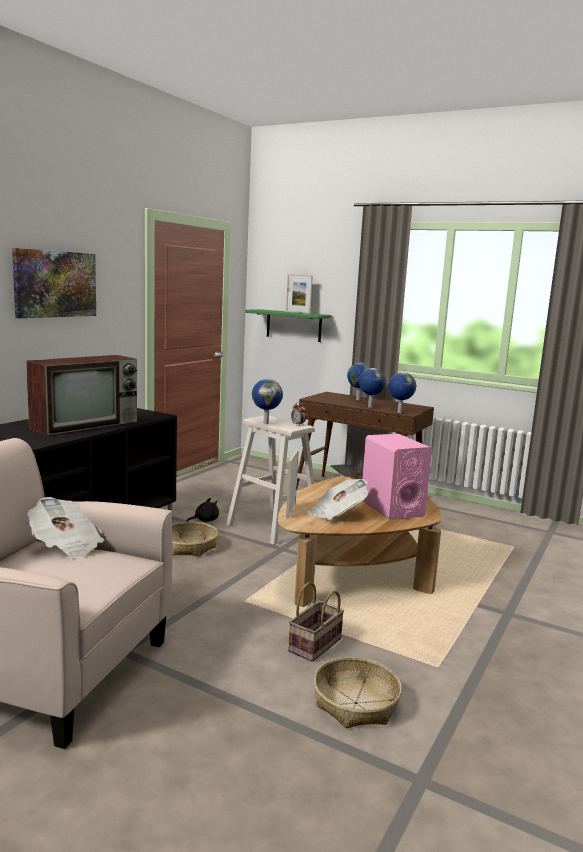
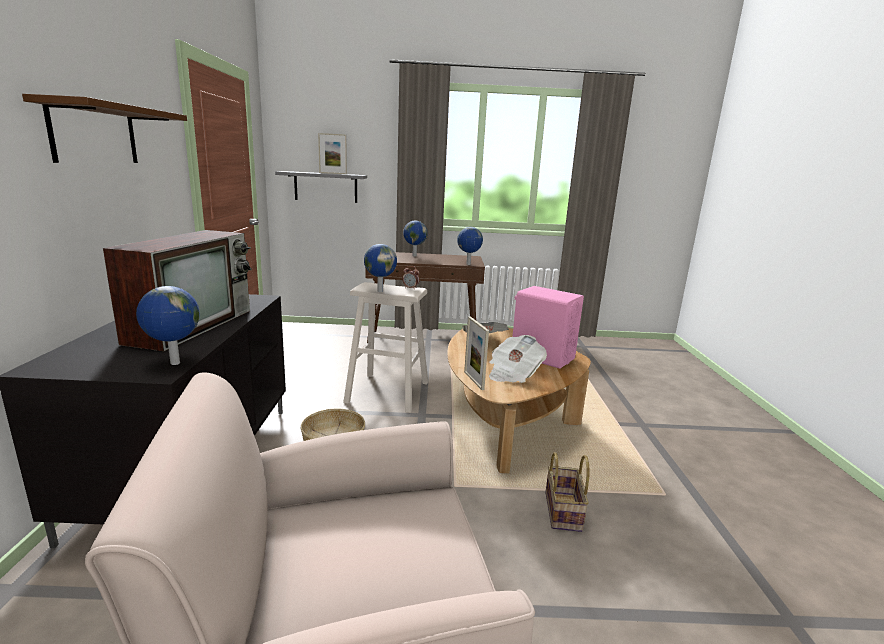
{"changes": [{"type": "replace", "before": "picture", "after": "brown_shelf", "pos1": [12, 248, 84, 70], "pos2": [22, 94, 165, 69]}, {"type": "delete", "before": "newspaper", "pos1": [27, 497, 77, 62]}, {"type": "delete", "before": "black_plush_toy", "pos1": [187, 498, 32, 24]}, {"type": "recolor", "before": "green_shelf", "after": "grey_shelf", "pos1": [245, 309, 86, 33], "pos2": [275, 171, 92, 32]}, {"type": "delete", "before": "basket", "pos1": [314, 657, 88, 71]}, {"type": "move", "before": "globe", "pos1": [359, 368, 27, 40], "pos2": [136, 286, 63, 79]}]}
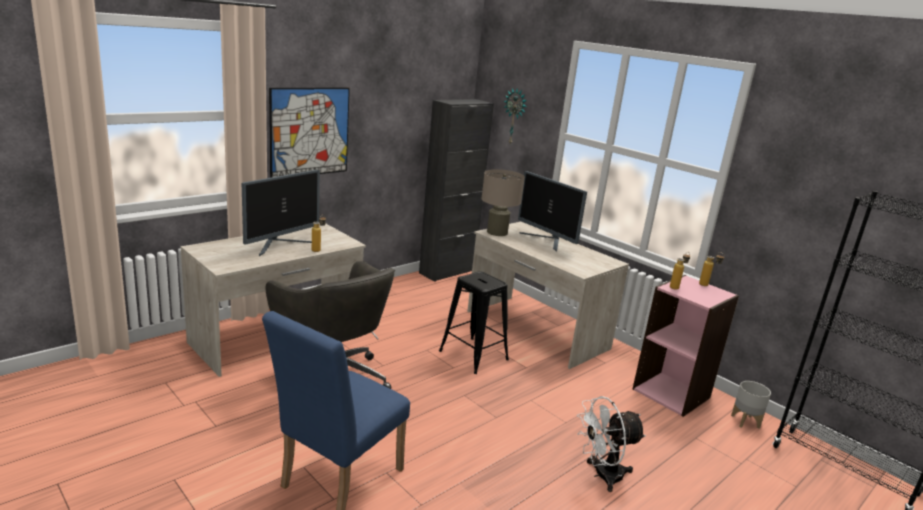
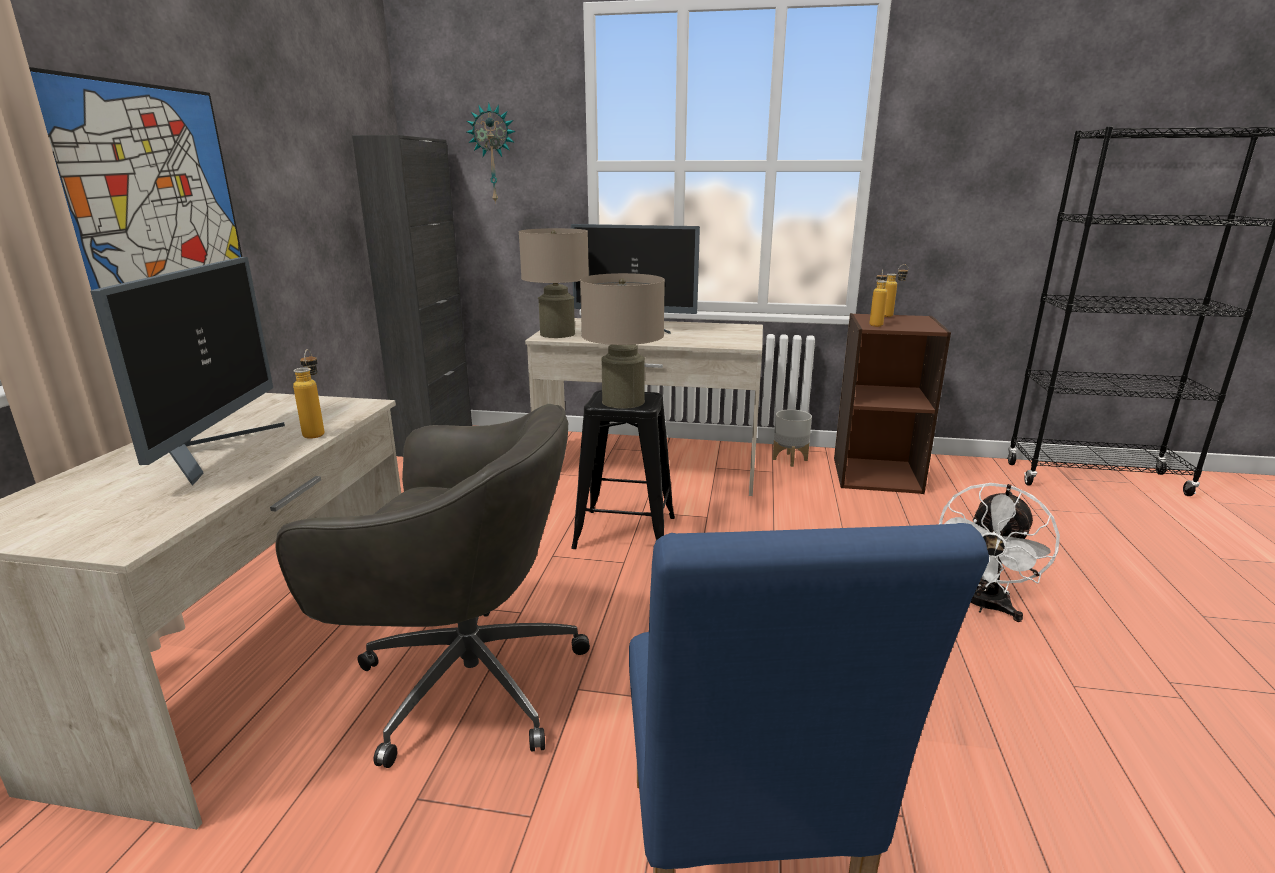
{"changes": [{"type": "recolor", "before": "pink_bookcase", "after": "brown_bookcase", "pos1": [633, 275, 106, 142], "pos2": [834, 313, 117, 181]}, {"type": "move", "before": "grey_planter", "pos1": [731, 381, 40, 48], "pos2": [772, 409, 40, 58]}, {"type": "insert", "after": "beige_table_lamp", "pos2": [580, 273, 85, 136]}]}
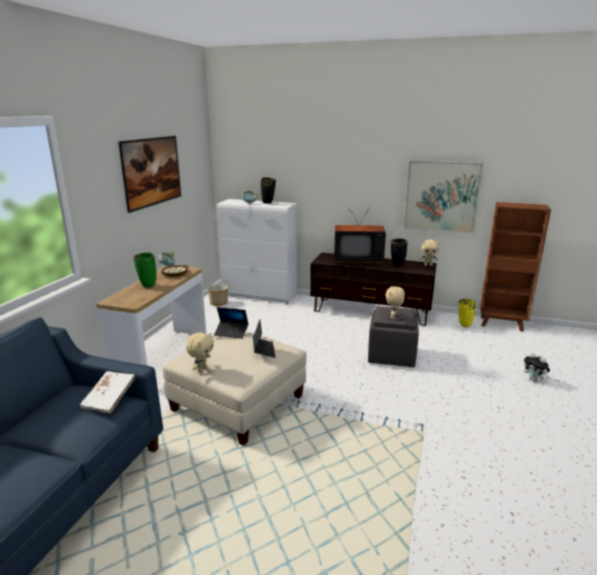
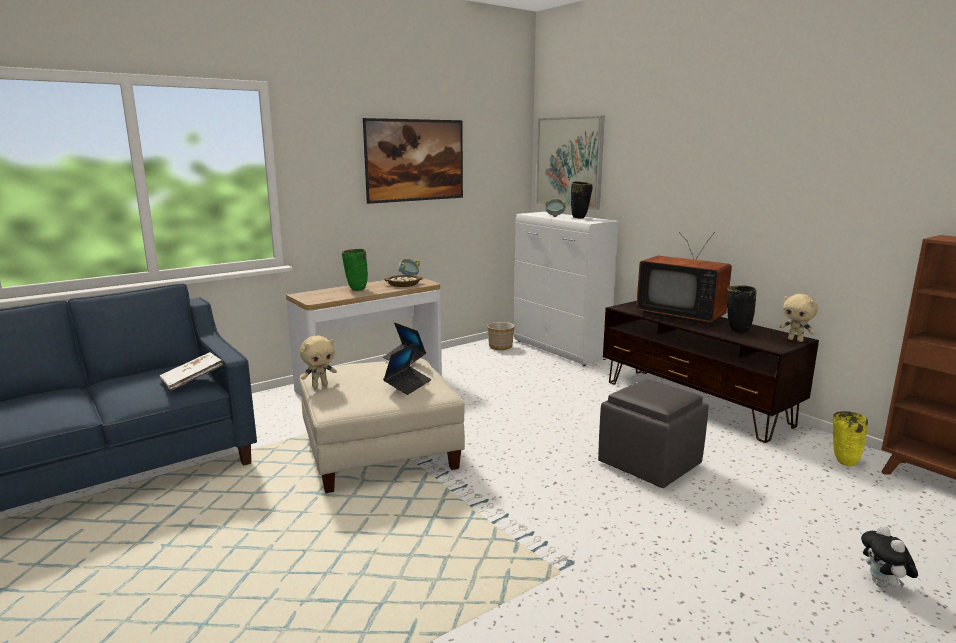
{"changes": [{"type": "delete", "before": "beige_plush_toy", "pos1": [385, 285, 20, 34]}, {"type": "move", "before": "picture", "pos1": [403, 160, 80, 74], "pos2": [536, 116, 69, 94]}]}
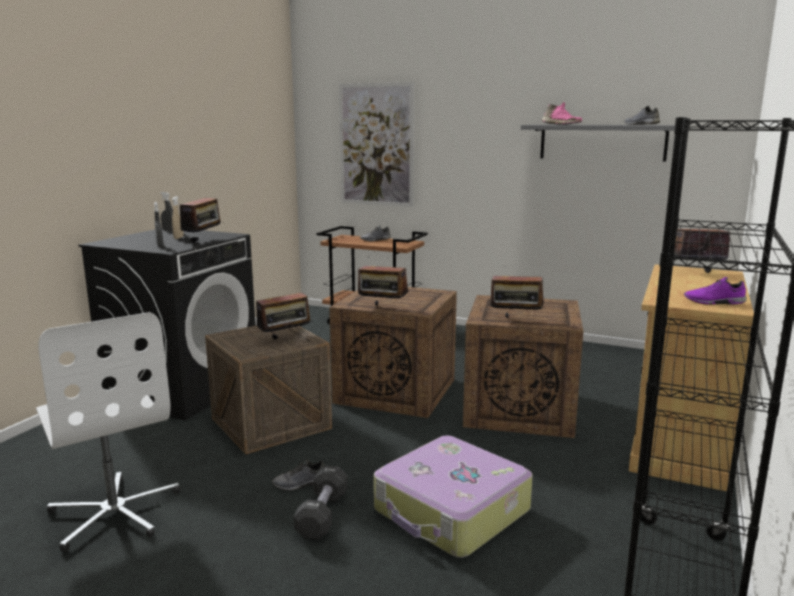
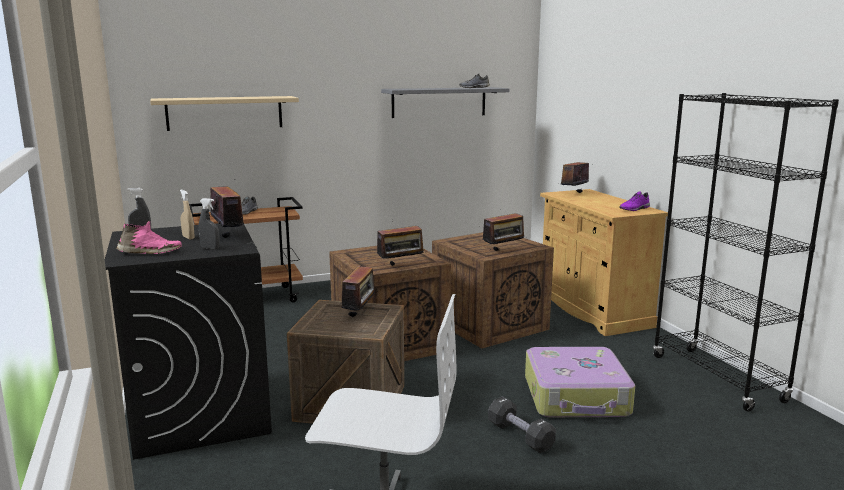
{"changes": [{"type": "delete", "before": "grey_shoe", "pos1": [272, 459, 53, 32]}, {"type": "replace", "before": "picture", "after": "beige_shelf", "pos1": [339, 82, 75, 125], "pos2": [150, 96, 149, 35]}, {"type": "move", "before": "pink_shoe", "pos1": [542, 102, 40, 23], "pos2": [116, 221, 66, 33]}]}
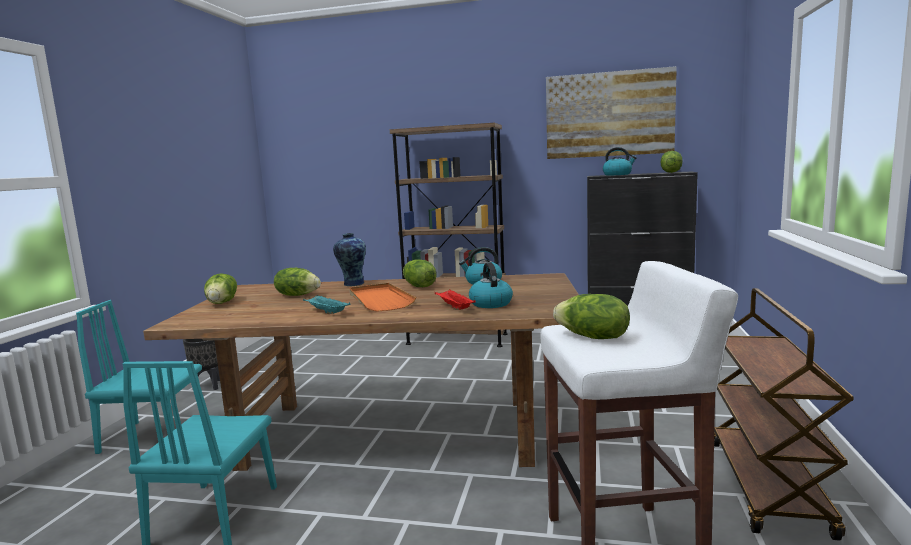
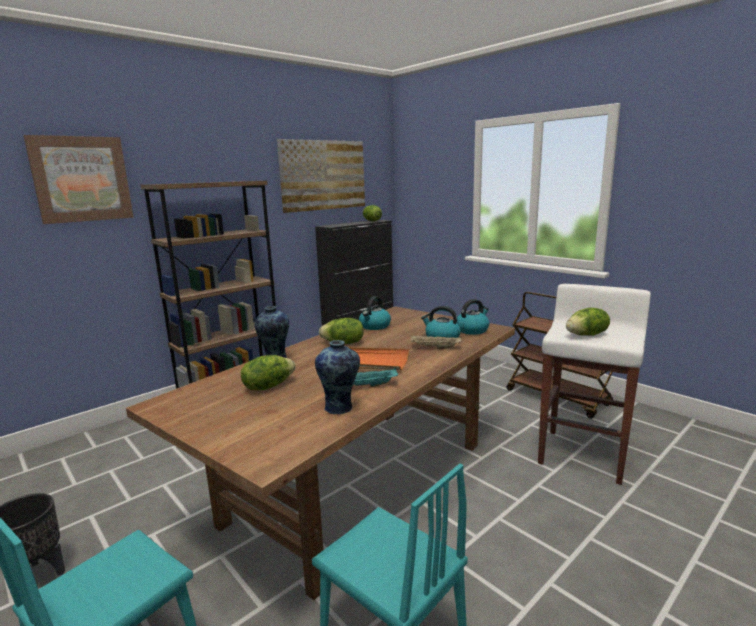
{"changes": [{"type": "delete", "before": "lettuce", "pos1": [204, 273, 33, 31]}, {"type": "recolor", "before": "red_tray", "after": "beige_tray", "pos1": [435, 289, 41, 21], "pos2": [411, 335, 51, 14]}, {"type": "move", "before": "kettle", "pos1": [603, 147, 34, 28], "pos2": [457, 299, 32, 36]}, {"type": "insert", "after": "picture", "pos2": [23, 135, 111, 89]}, {"type": "insert", "after": "vase", "pos2": [315, 340, 45, 74]}]}
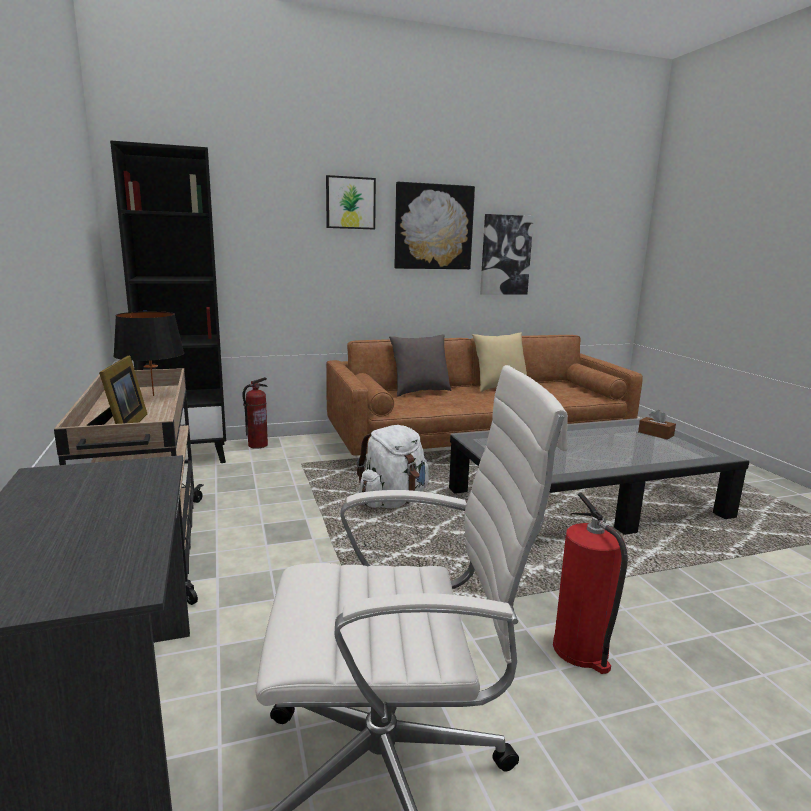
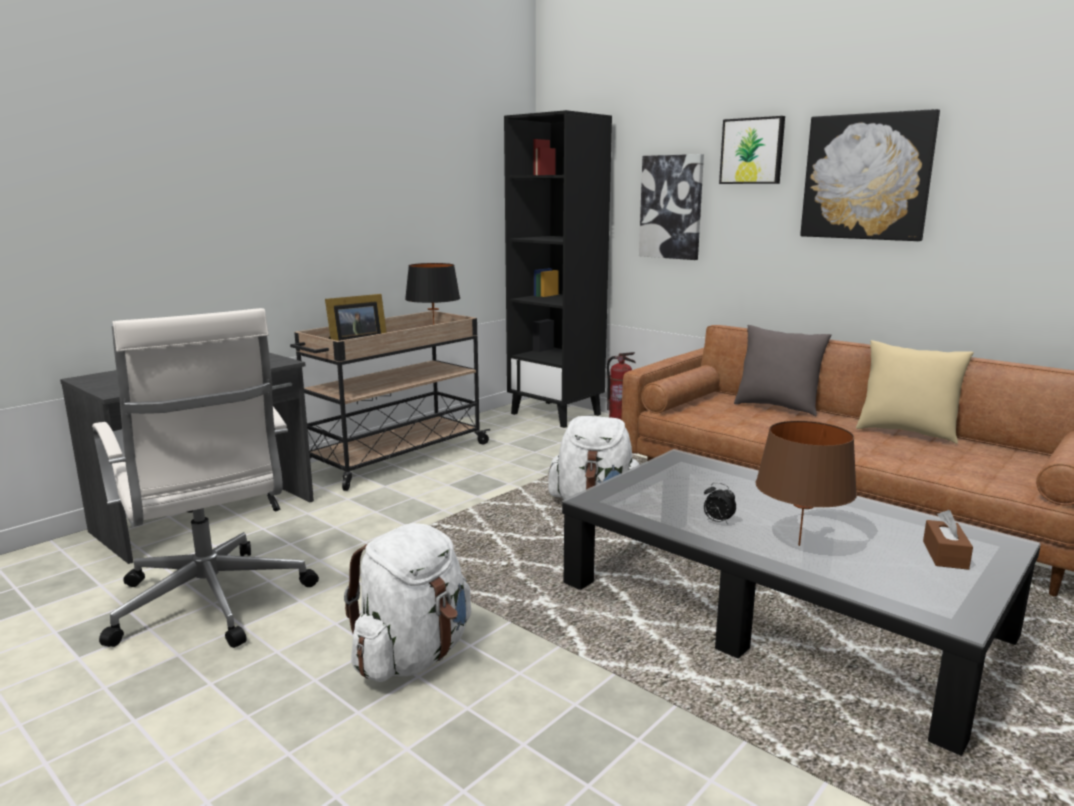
{"changes": [{"type": "move", "before": "picture", "pos1": [480, 214, 54, 81], "pos2": [639, 154, 65, 106]}, {"type": "replace", "before": "fire_extinguisher", "after": "white_backpack", "pos1": [553, 493, 75, 181], "pos2": [344, 523, 127, 159]}, {"type": "insert", "after": "alarm_clock", "pos2": [704, 483, 32, 41]}, {"type": "insert", "after": "brown_table_lamp", "pos2": [756, 421, 101, 125]}]}
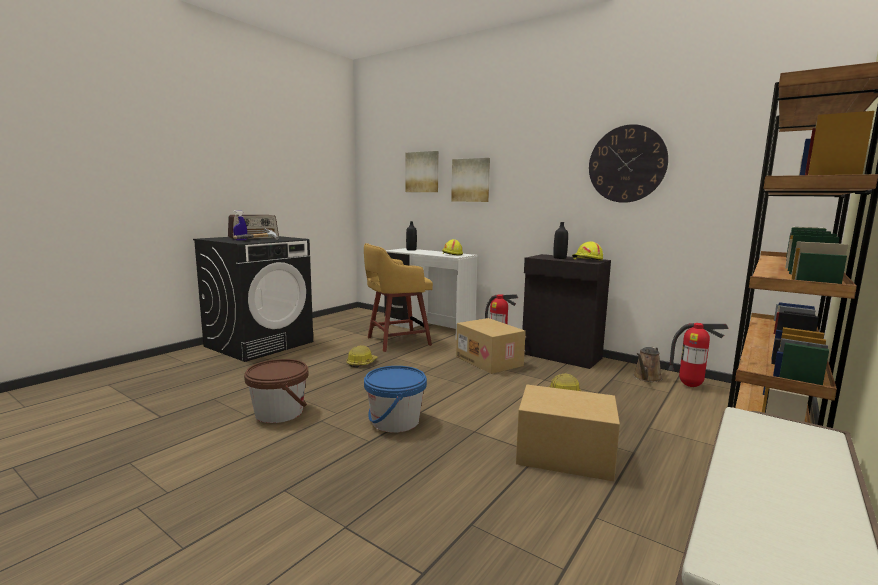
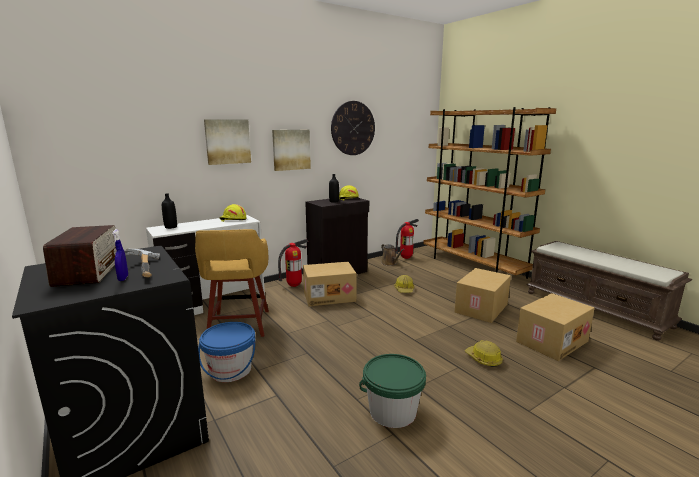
{"changes": [{"type": "recolor", "before": "brown_bucket", "after": "green_bucket", "pos1": [244, 359, 65, 64], "pos2": [359, 354, 67, 74]}, {"type": "move", "before": "hard_hat", "pos1": [347, 345, 31, 23], "pos2": [465, 340, 38, 27]}, {"type": "move", "before": "blue_bucket", "pos1": [364, 366, 63, 67], "pos2": [198, 322, 57, 60]}, {"type": "move", "before": "picture", "pos1": [405, 151, 34, 41], "pos2": [272, 130, 39, 41]}, {"type": "insert", "after": "cardboard_box", "pos2": [516, 293, 79, 68]}]}
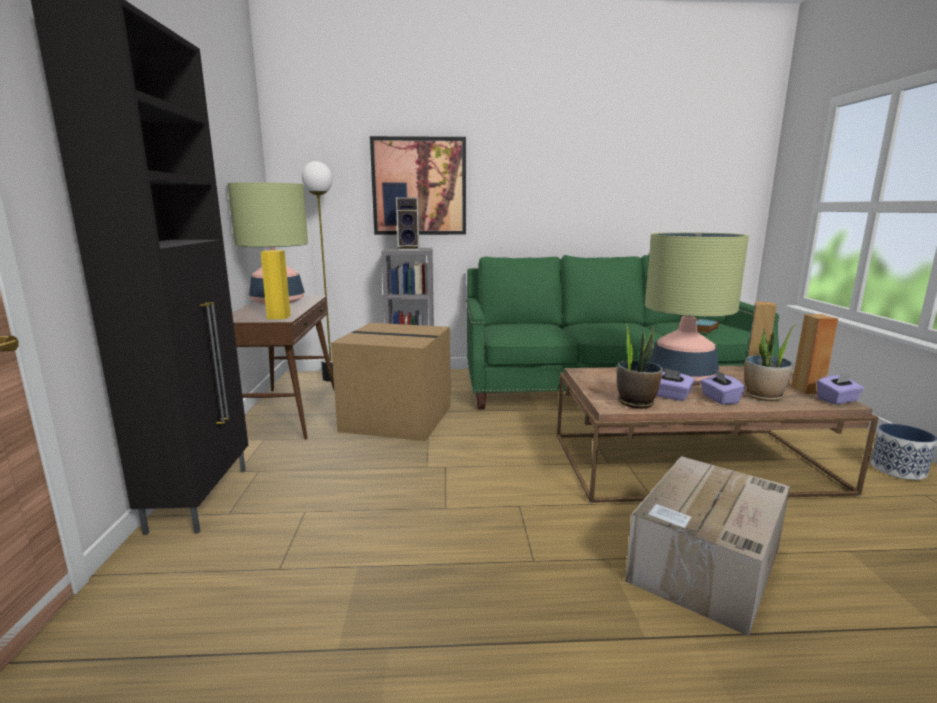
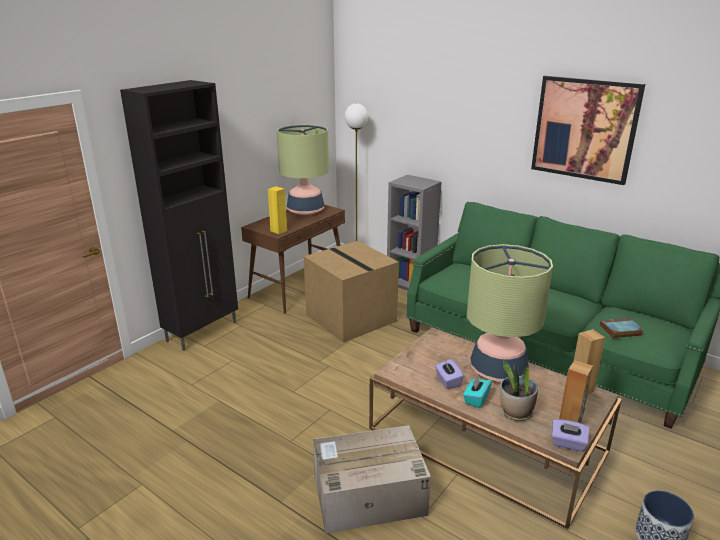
{"changes": [{"type": "move", "before": "picture", "pos1": [370, 136, 96, 99], "pos2": [531, 76, 114, 109]}, {"type": "delete", "before": "speaker", "pos1": [396, 197, 23, 53]}, {"type": "delete", "before": "potted_plant", "pos1": [617, 324, 46, 85]}, {"type": "recolor", "before": "purple_tissue_box", "after": "turquoise_tissue_box", "pos1": [700, 369, 45, 36], "pos2": [463, 376, 29, 32]}]}
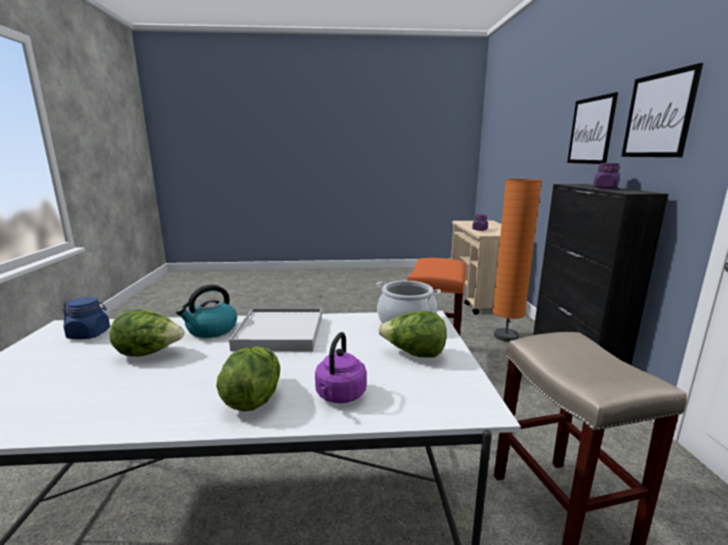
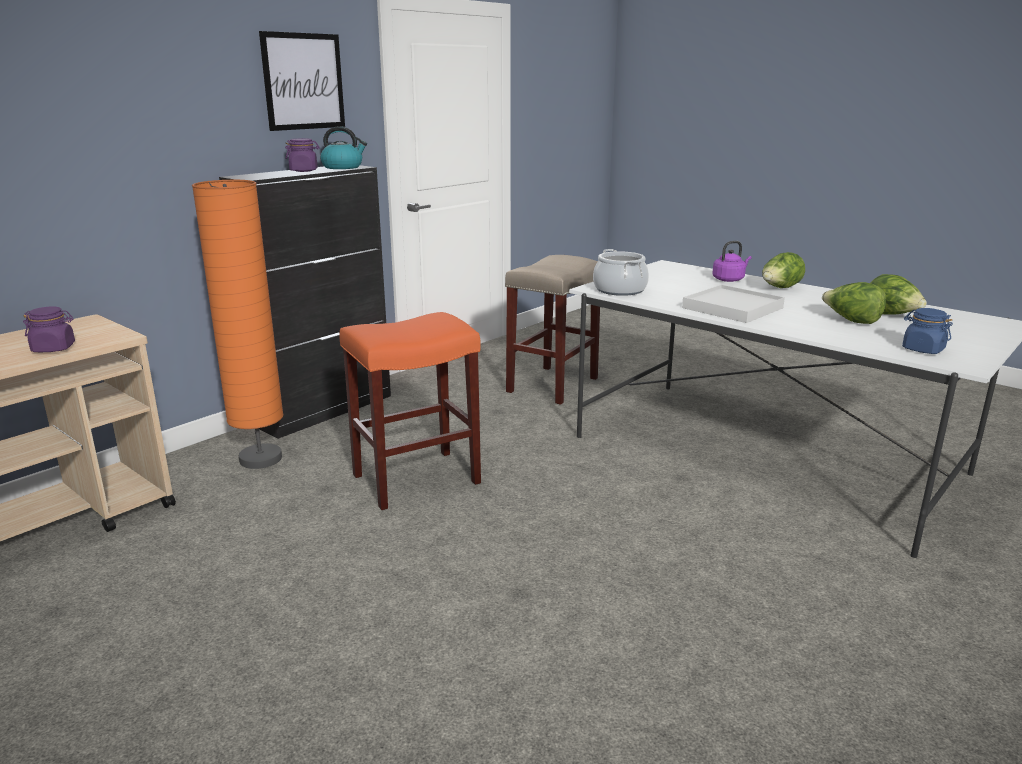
{"changes": [{"type": "move", "before": "kettle", "pos1": [176, 285, 61, 53], "pos2": [320, 126, 47, 43]}, {"type": "move", "before": "lettuce", "pos1": [378, 311, 69, 46], "pos2": [871, 274, 56, 41]}, {"type": "delete", "before": "picture", "pos1": [567, 92, 51, 72]}]}
